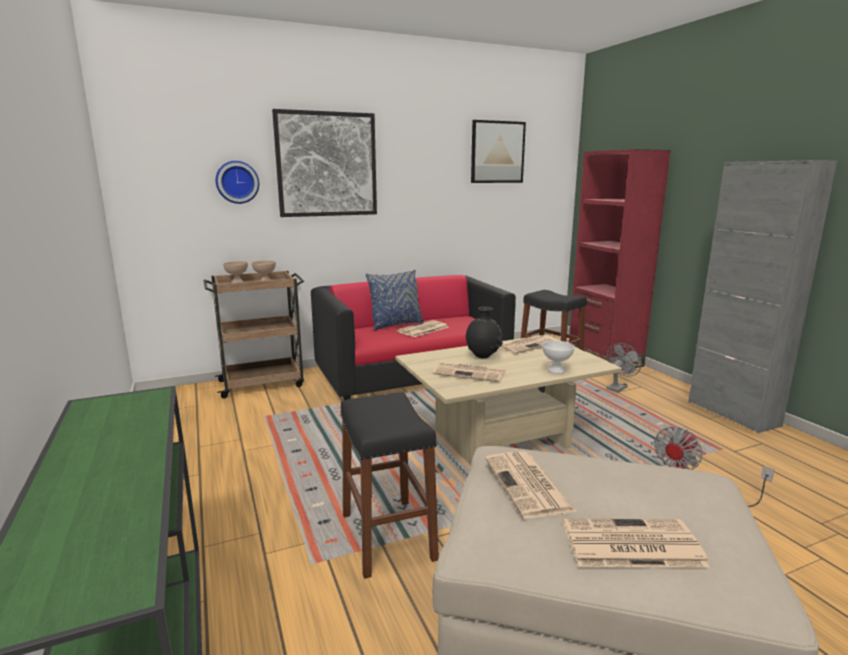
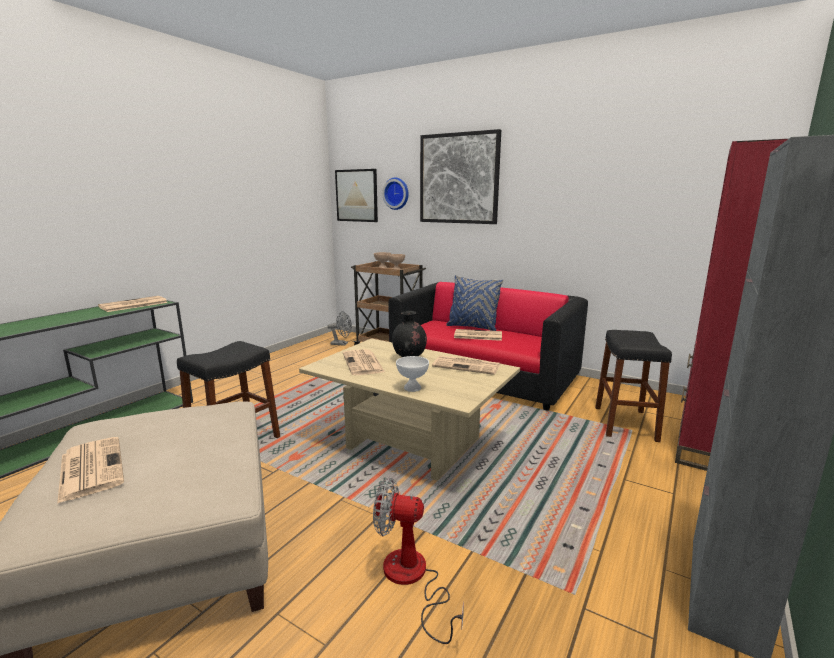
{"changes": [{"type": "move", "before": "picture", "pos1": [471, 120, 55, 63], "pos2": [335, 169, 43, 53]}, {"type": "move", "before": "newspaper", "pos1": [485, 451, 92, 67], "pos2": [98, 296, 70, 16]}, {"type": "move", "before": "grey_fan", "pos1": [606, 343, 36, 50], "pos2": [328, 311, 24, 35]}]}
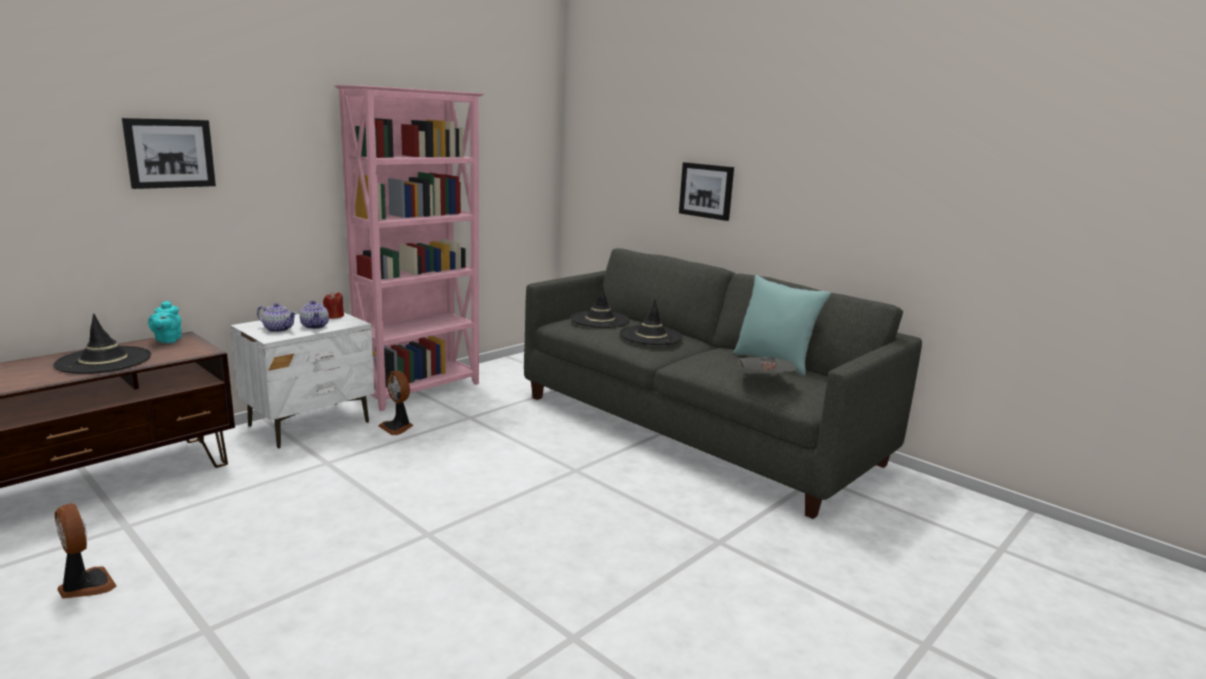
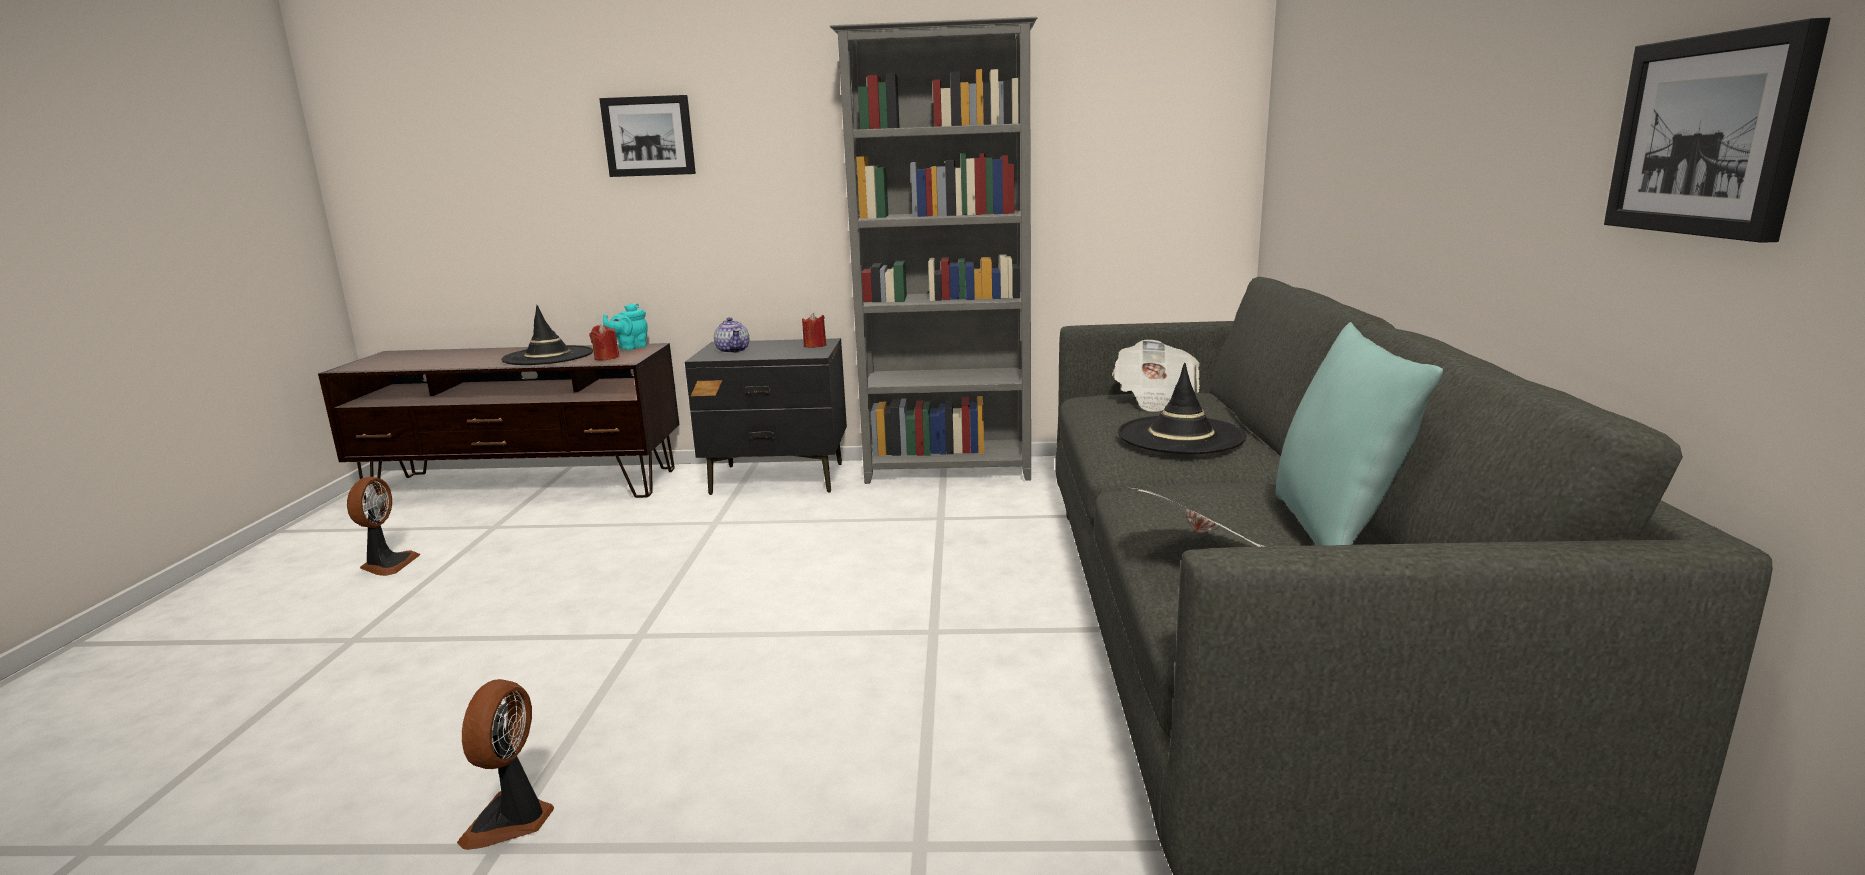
{"changes": [{"type": "recolor", "before": "white_nightstand", "after": "black_nightstand", "pos1": [230, 313, 145, 135], "pos2": [685, 338, 162, 157]}, {"type": "delete", "before": "teapot", "pos1": [300, 300, 29, 29]}, {"type": "recolor", "before": "pink_bookcase", "after": "grey_bookcase", "pos1": [334, 85, 150, 326], "pos2": [830, 17, 208, 467]}, {"type": "move", "before": "fan", "pos1": [378, 371, 35, 64], "pos2": [457, 679, 97, 171]}, {"type": "replace", "before": "black_hat", "after": "newspaper", "pos1": [570, 285, 60, 43], "pos2": [1112, 340, 88, 72]}, {"type": "move", "before": "picture", "pos1": [679, 162, 55, 59], "pos2": [1604, 18, 227, 225]}, {"type": "insert", "after": "red_candle", "pos2": [589, 324, 30, 36]}]}
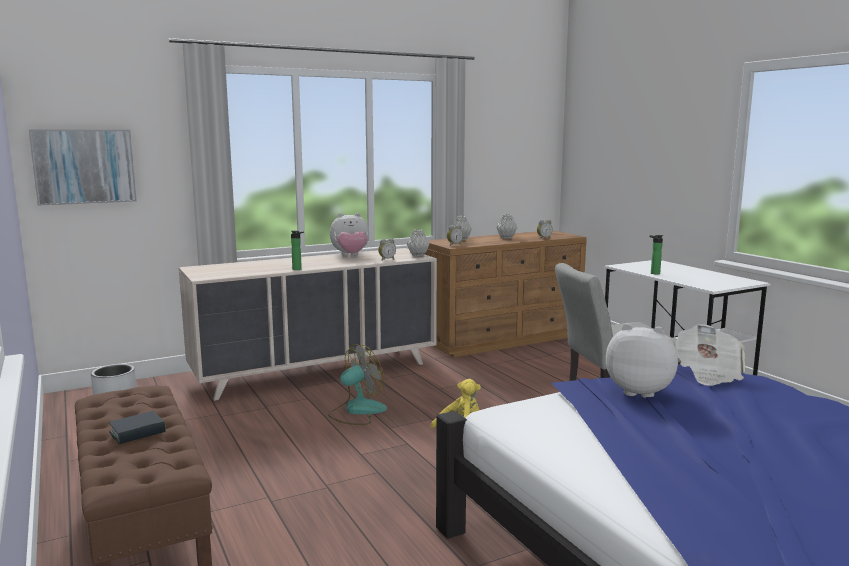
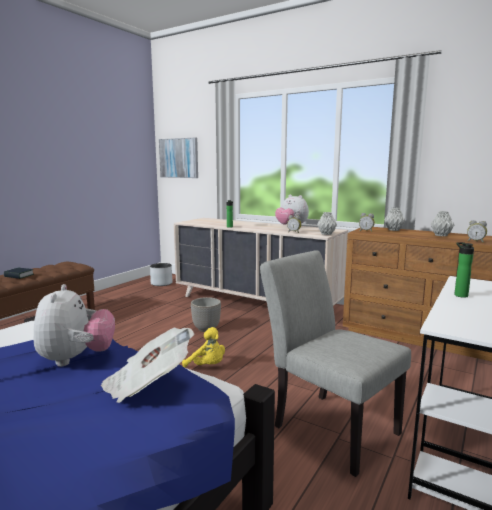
{"changes": [{"type": "replace", "before": "fan", "after": "planter", "pos1": [328, 344, 59, 81], "pos2": [191, 297, 30, 35]}]}
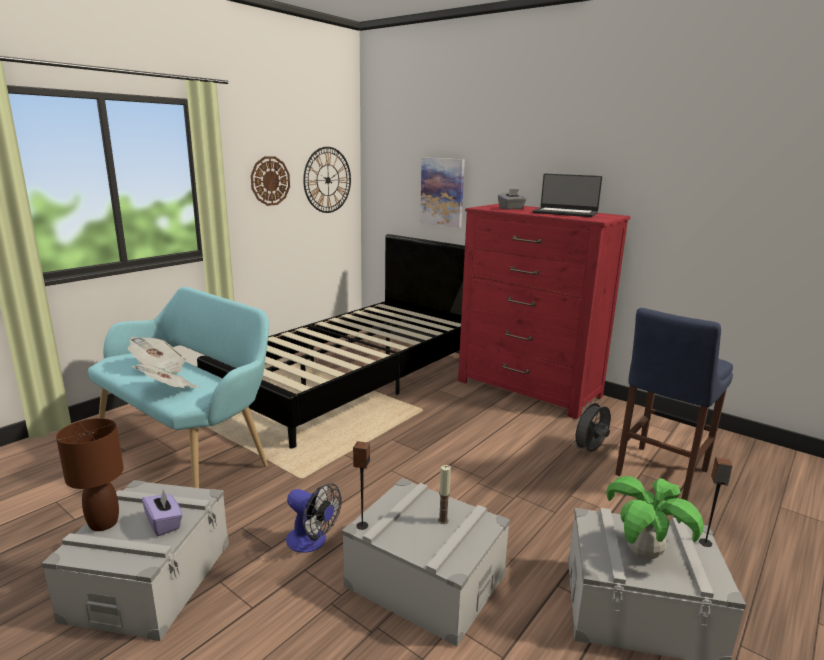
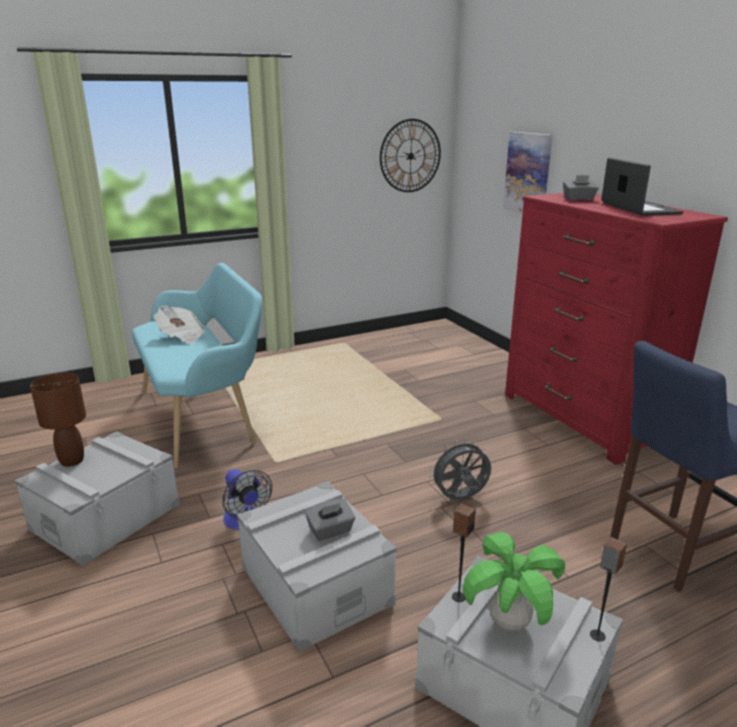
{"changes": [{"type": "delete", "before": "newspaper", "pos1": [131, 364, 69, 24]}, {"type": "delete", "before": "purple_tissue_box", "pos1": [142, 488, 41, 48]}, {"type": "delete", "before": "black_bed", "pos1": [197, 234, 268, 215]}, {"type": "delete", "before": "wall_clock", "pos1": [251, 156, 39, 50]}, {"type": "move", "before": "speaker", "pos1": [353, 441, 17, 89], "pos2": [452, 503, 24, 99]}, {"type": "replace", "before": "candle", "after": "grey_tissue_box", "pos1": [438, 465, 13, 59], "pos2": [305, 499, 50, 42]}, {"type": "rotate", "before": "laptop", "pos1": [533, 174, 69, 43], "pos2": [601, 158, 82, 58], "turn": -150}, {"type": "move", "before": "grey_fan", "pos1": [571, 399, 40, 53], "pos2": [429, 439, 62, 61]}]}
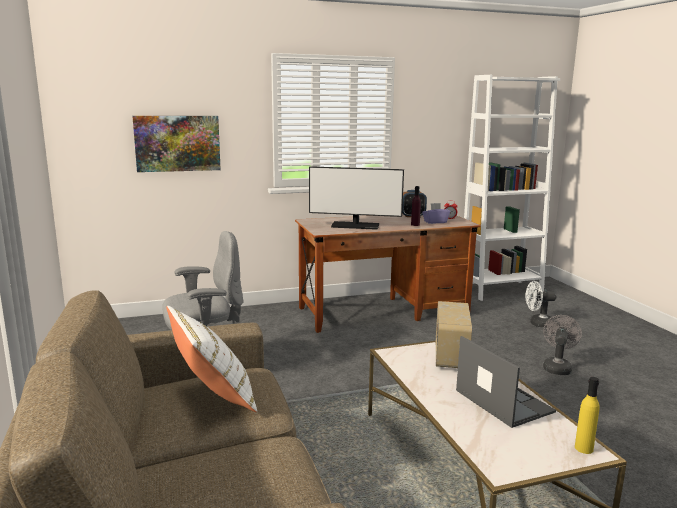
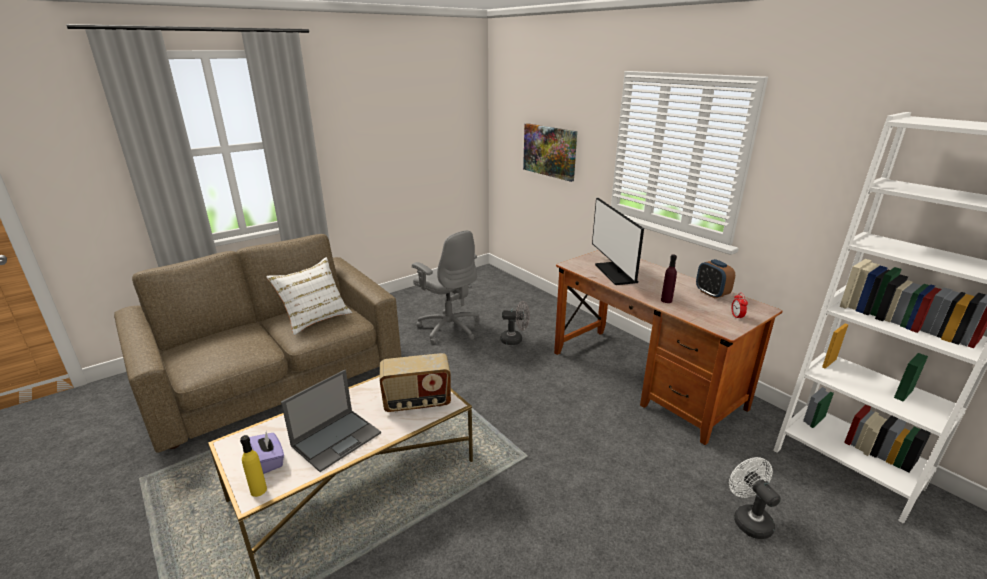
{"changes": [{"type": "move", "before": "purple_tissue_box", "pos1": [422, 203, 28, 21], "pos2": [249, 432, 35, 42]}, {"type": "move", "before": "grey_fan", "pos1": [543, 315, 39, 60], "pos2": [500, 301, 30, 44]}]}
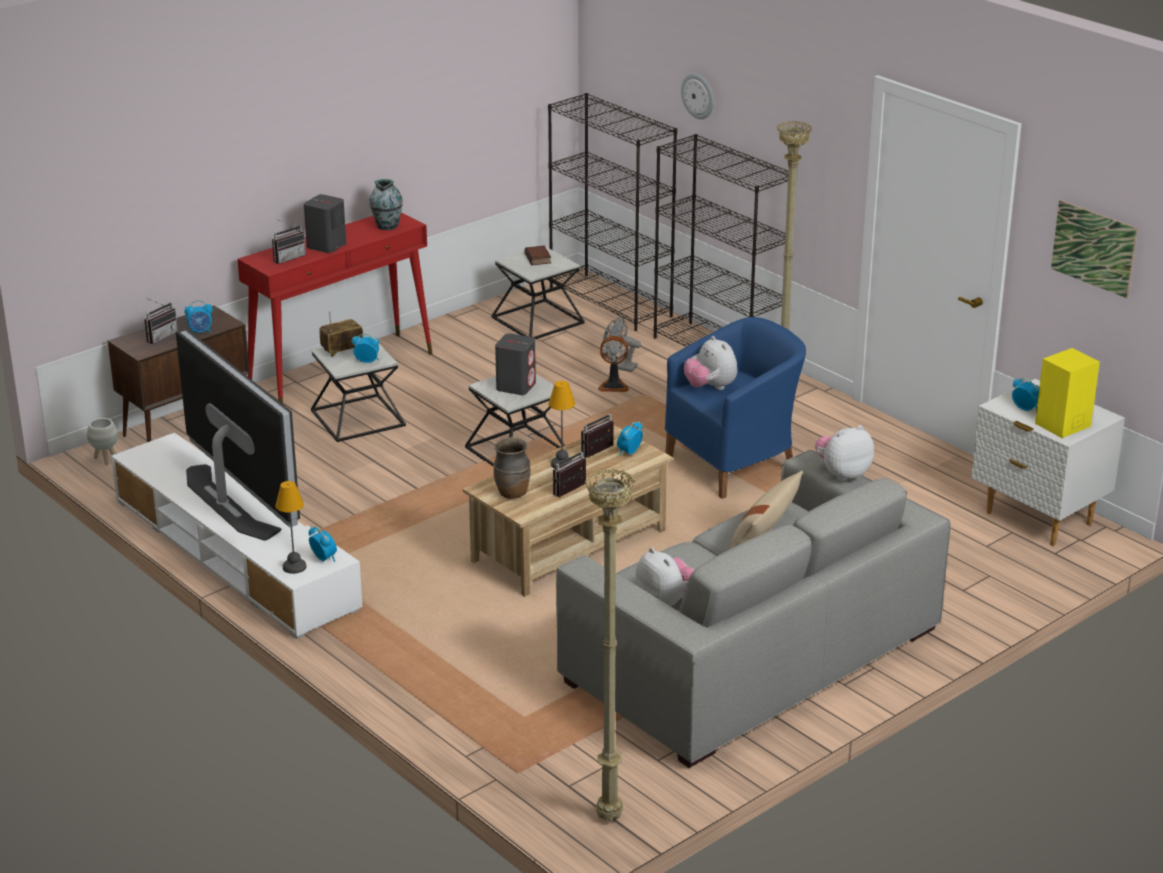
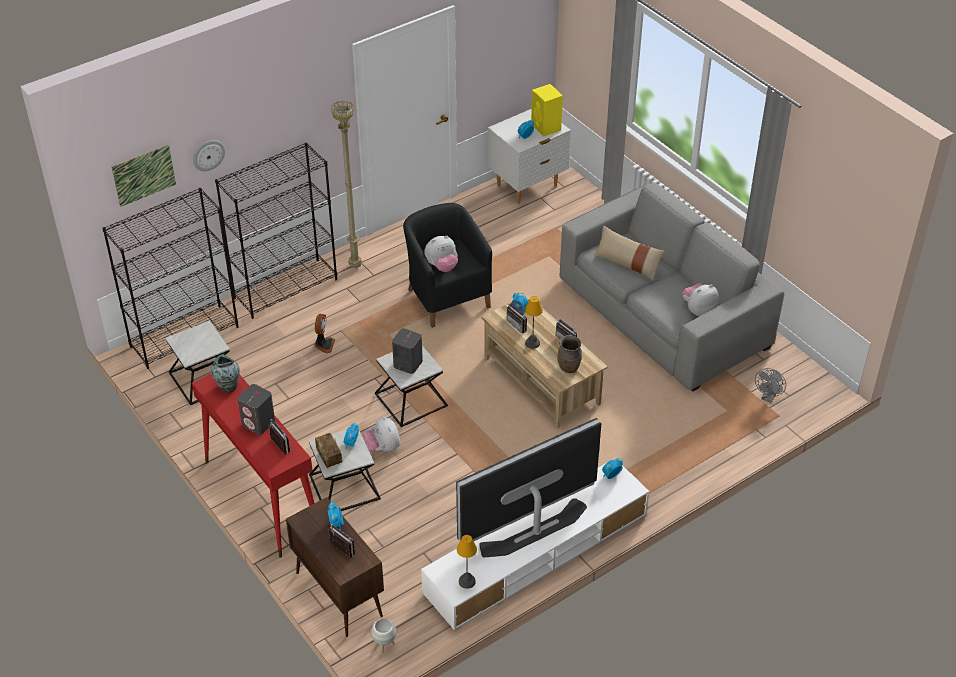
{"changes": [{"type": "move", "before": "table_lamp", "pos1": [275, 481, 32, 93], "pos2": [457, 535, 20, 54]}, {"type": "delete", "before": "book", "pos1": [524, 246, 27, 19]}, {"type": "delete", "before": "beige_floor_lamp", "pos1": [584, 468, 51, 353]}, {"type": "move", "before": "grey_fan", "pos1": [603, 316, 38, 56], "pos2": [755, 368, 31, 35]}, {"type": "recolor", "before": "blue_armchair", "after": "black_armchair", "pos1": [665, 317, 141, 182], "pos2": [403, 203, 89, 125]}, {"type": "move", "before": "plush_toy", "pos1": [815, 425, 59, 57], "pos2": [363, 416, 37, 36]}, {"type": "move", "before": "picture", "pos1": [1051, 200, 86, 98], "pos2": [111, 144, 65, 63]}]}
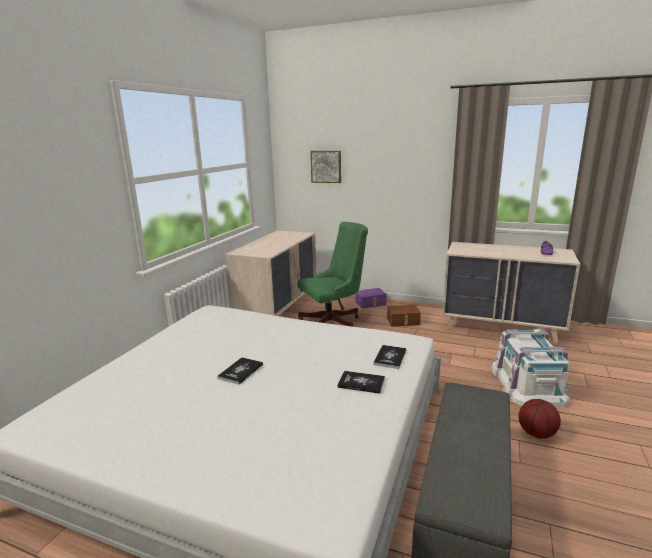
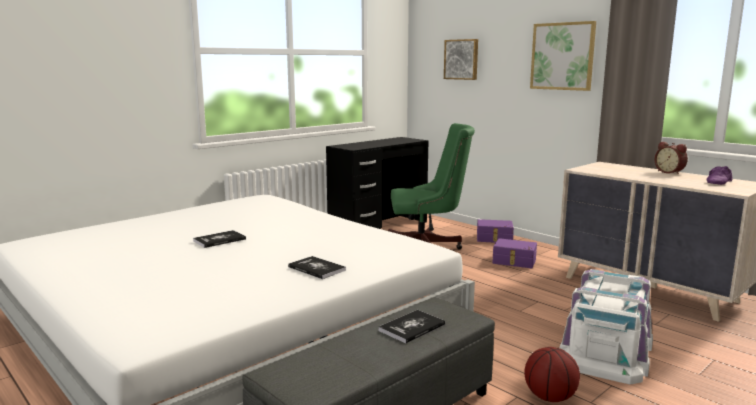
{"changes": [{"type": "replace", "before": "beige_dresser", "after": "black_desk", "pos1": [225, 231, 92, 85], "pos2": [326, 137, 103, 92]}, {"type": "move", "before": "book", "pos1": [373, 345, 33, 24], "pos2": [379, 310, 66, 33]}, {"type": "recolor", "before": "brown_storage_box", "after": "purple_storage_box", "pos1": [387, 305, 34, 22], "pos2": [492, 238, 45, 30]}, {"type": "insert", "after": "picture", "pos2": [530, 21, 66, 70]}, {"type": "insert", "after": "alarm_clock", "pos2": [655, 142, 33, 33]}]}
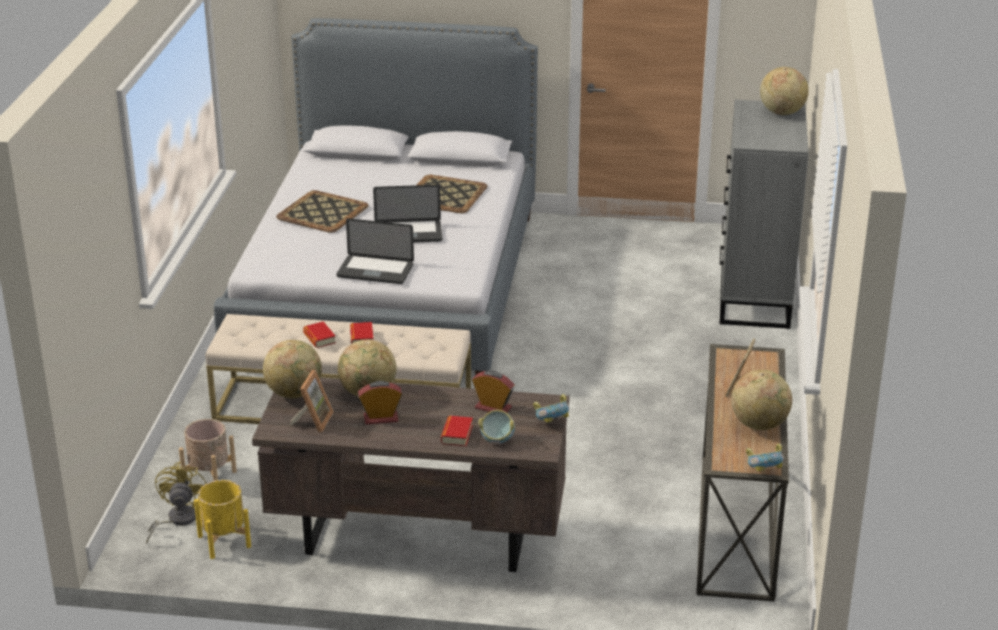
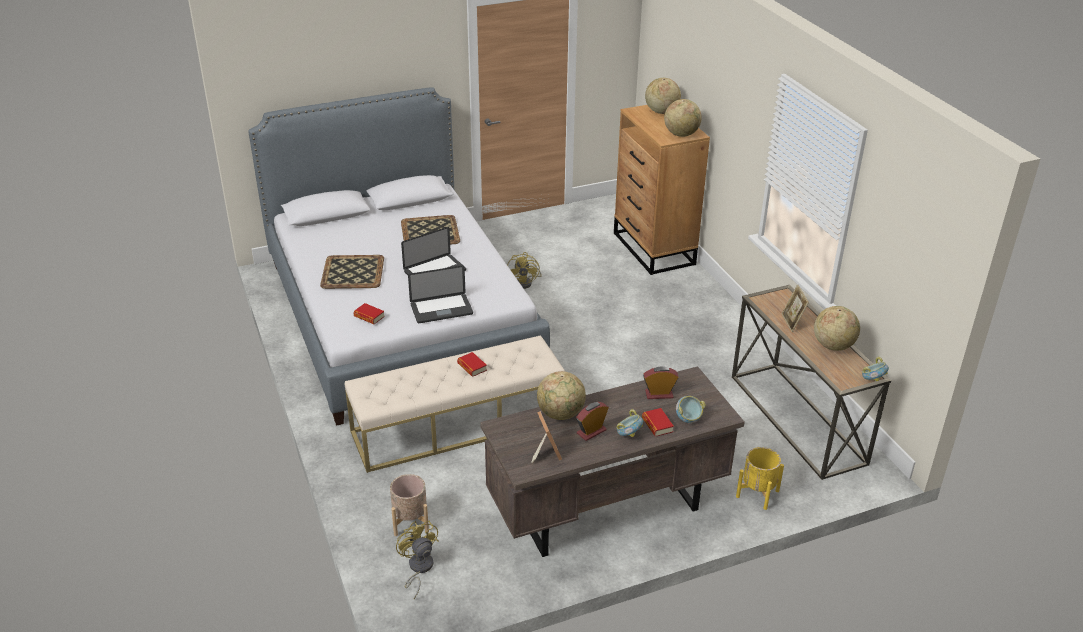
{"changes": [{"type": "move", "before": "yellow_planter", "pos1": [194, 480, 57, 79], "pos2": [736, 447, 48, 63]}, {"type": "move", "before": "globe", "pos1": [263, 340, 59, 58], "pos2": [664, 99, 38, 38]}, {"type": "move", "before": "book", "pos1": [303, 321, 33, 27], "pos2": [353, 303, 32, 21]}, {"type": "move", "before": "bowl", "pos1": [533, 394, 36, 29], "pos2": [616, 409, 27, 28]}, {"type": "recolor", "before": "grey_dresser", "after": "brown_dresser", "pos1": [720, 100, 89, 229], "pos2": [614, 105, 96, 170]}, {"type": "insert", "after": "yellow_fan", "pos2": [507, 252, 35, 37]}]}
